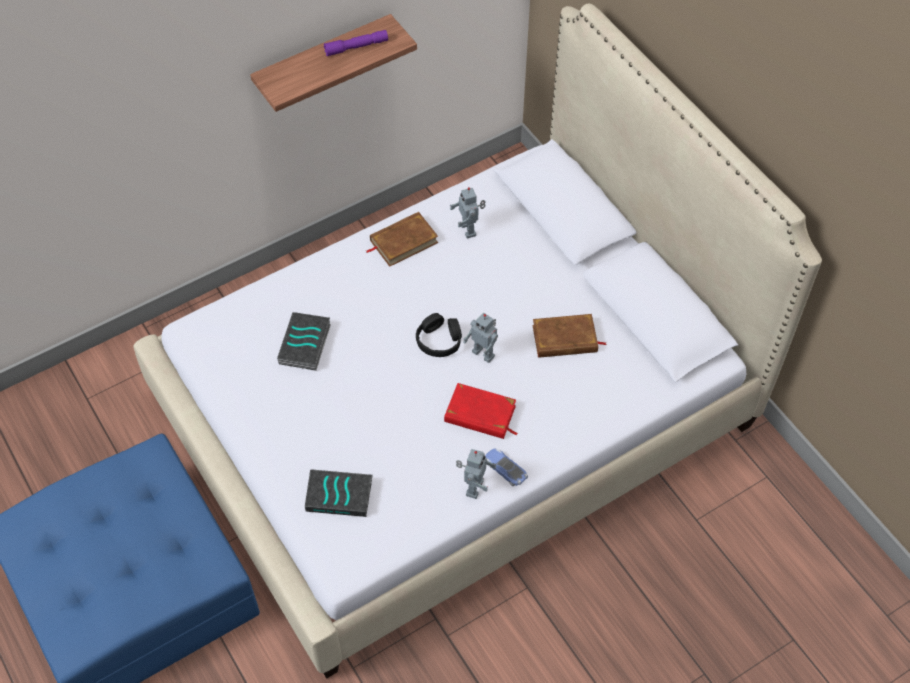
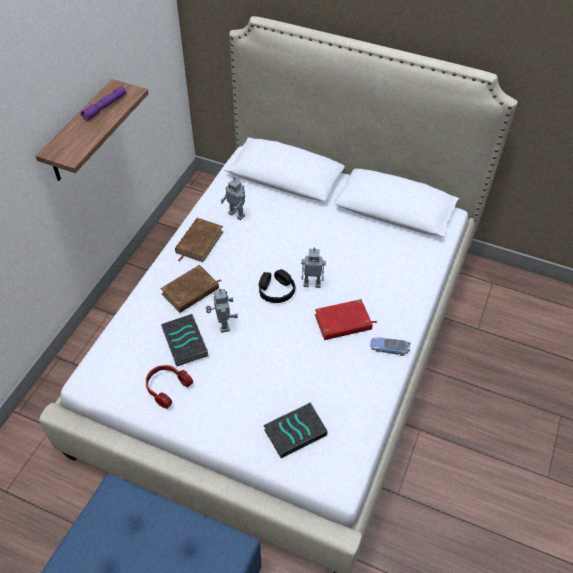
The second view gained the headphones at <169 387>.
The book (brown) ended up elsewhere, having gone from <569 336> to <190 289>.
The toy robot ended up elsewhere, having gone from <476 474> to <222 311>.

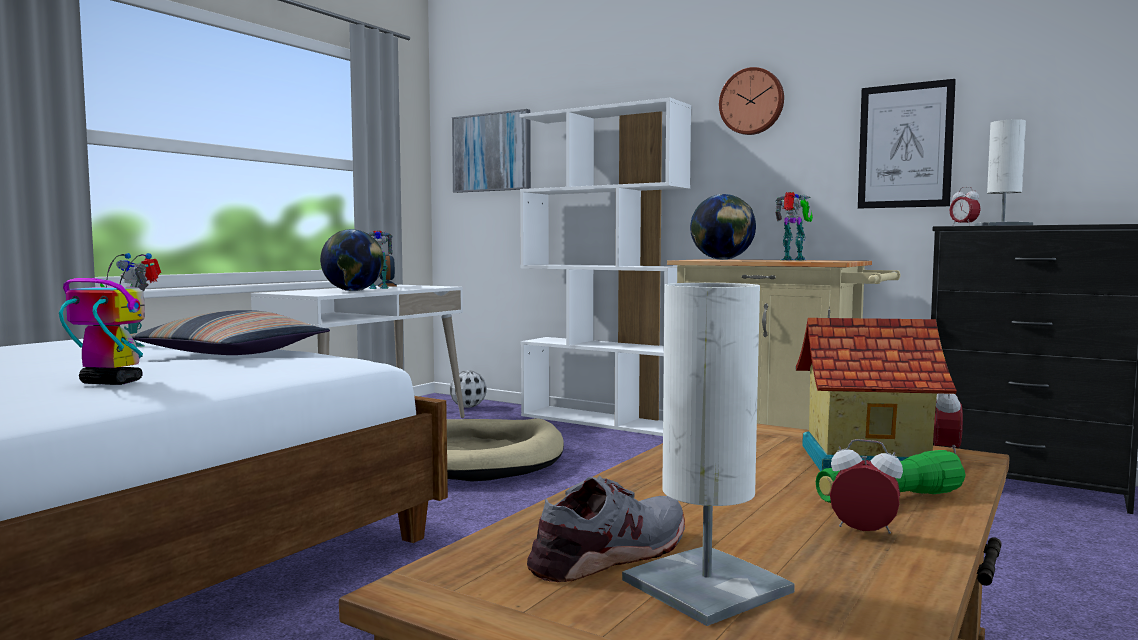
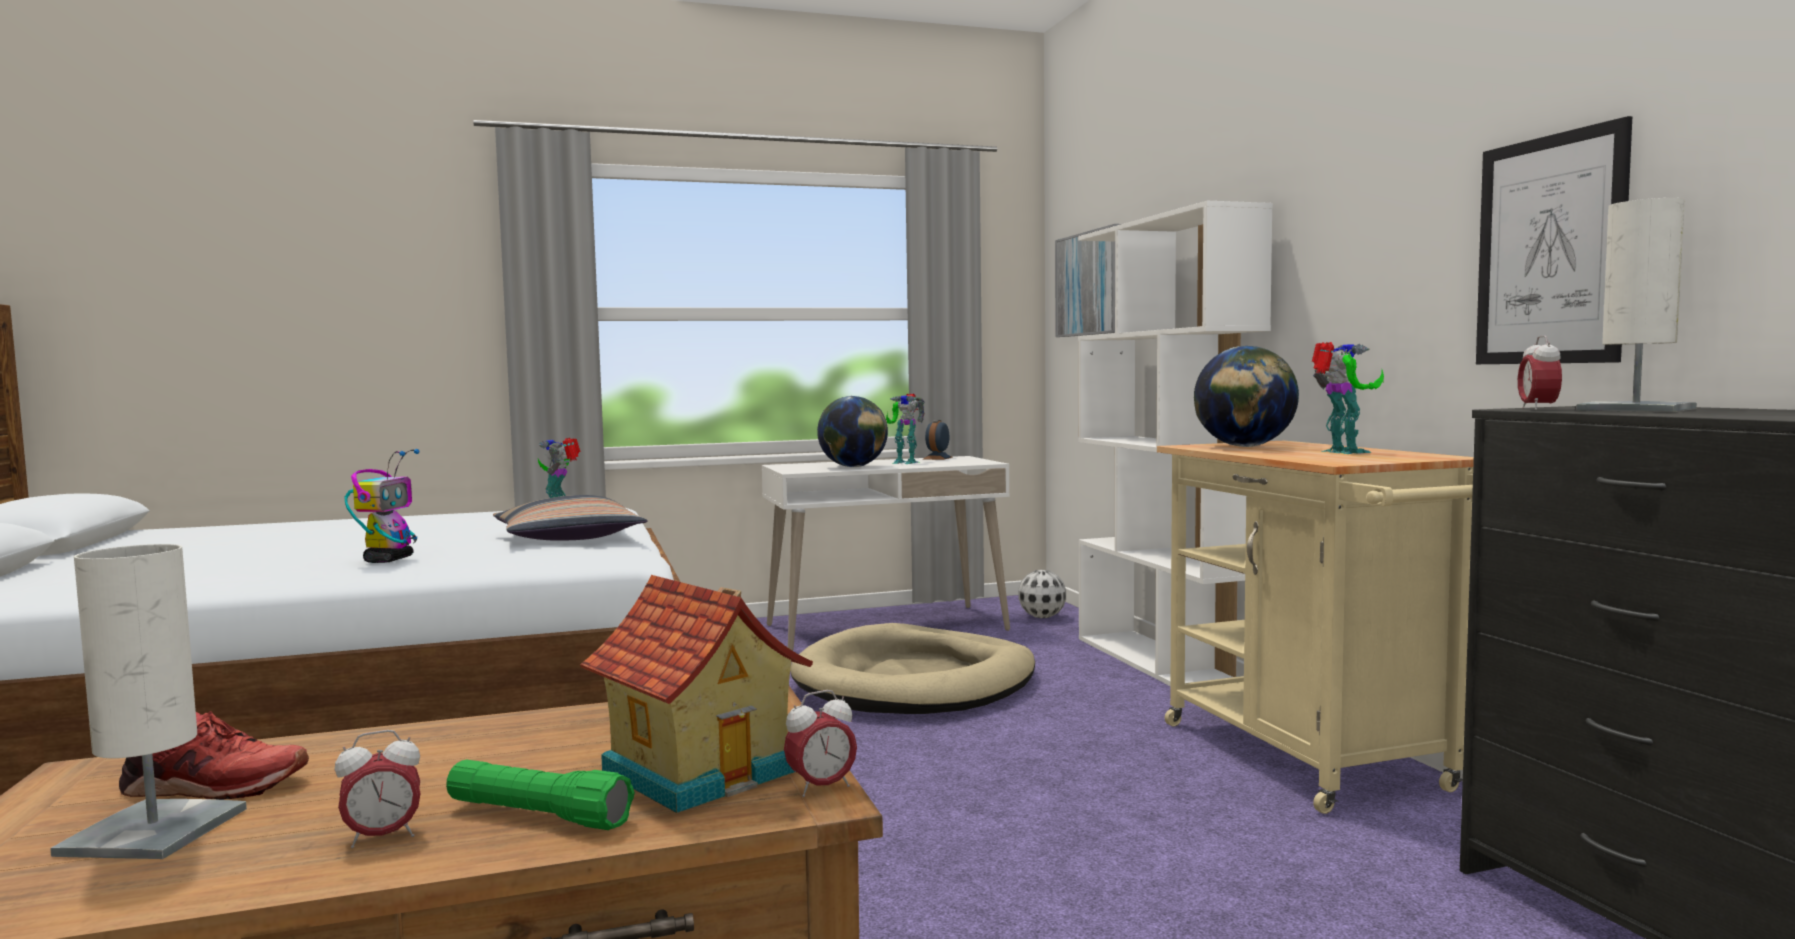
What was the shoe (grey) at <606 528> turned into the shoe (red) at <214 755>.
The alarm clock at <866 486> ended up facing another way, 90 degrees clockwise from before.
The toy robot at <105 319> ended up facing another way, 45 degrees clockwise from before.
The second view lost the wall clock at <751 101>.

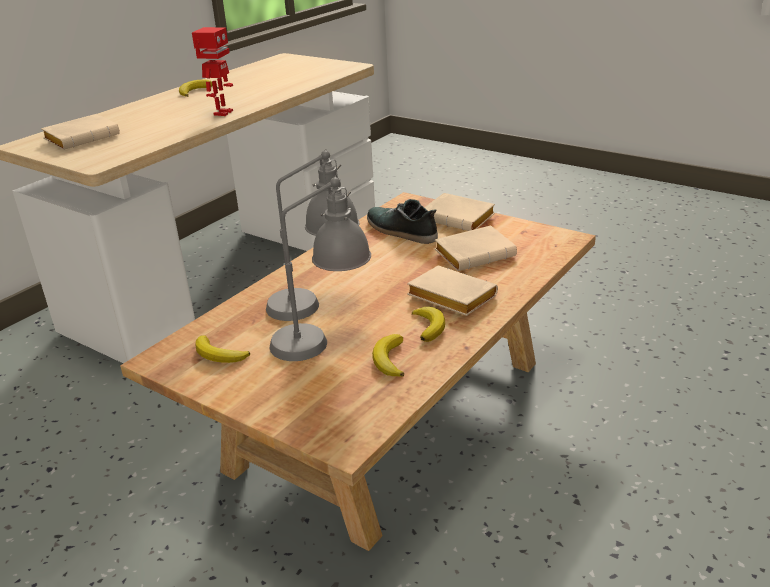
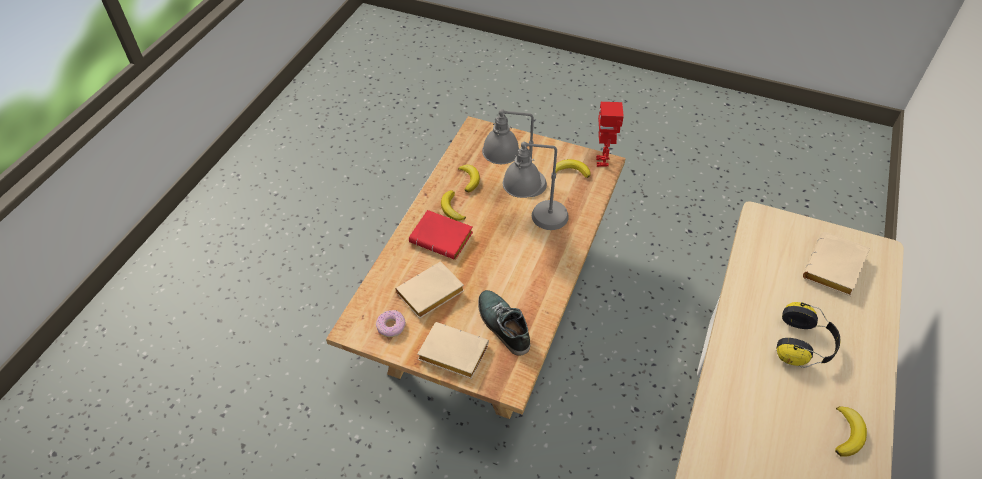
The second view gained the donut at <391 323>.
What was the book (beige) at <452 291> turned into the book (red) at <441 235>.
The shoe at <402 221> ended up facing another way, 150 degrees counterclockwise from before.
The toy robot ended up elsewhere, having gone from <212 71> to <610 134>.
The second view gained the headphones at <808 335>.

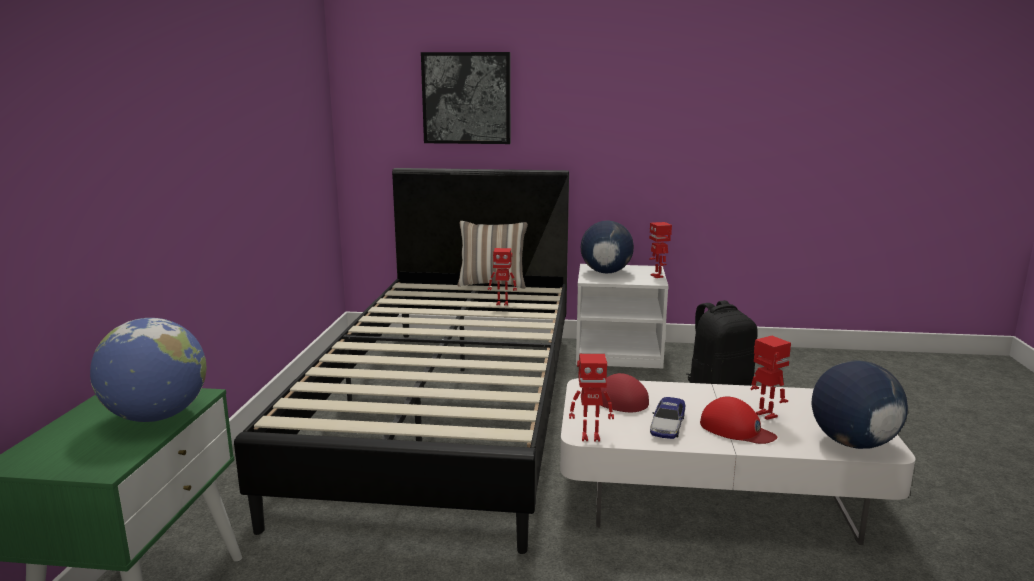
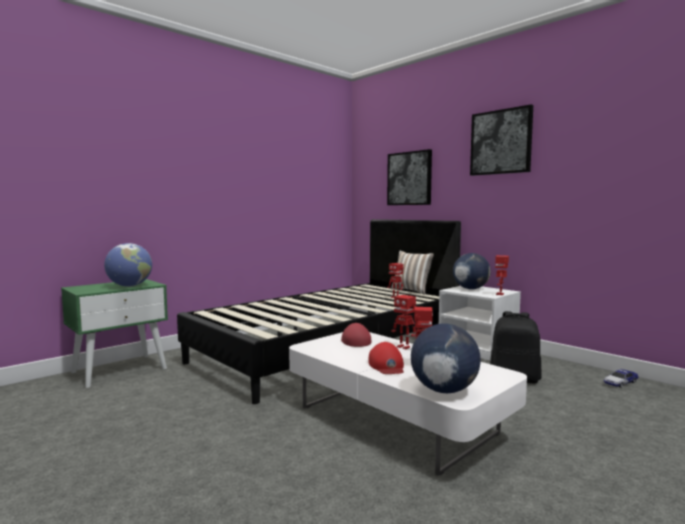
The toy robot ended up elsewhere, having gone from <591 397> to <403 322>.
The second view gained the picture at <501 140>.
The toy car ended up elsewhere, having gone from <667 418> to <621 378>.

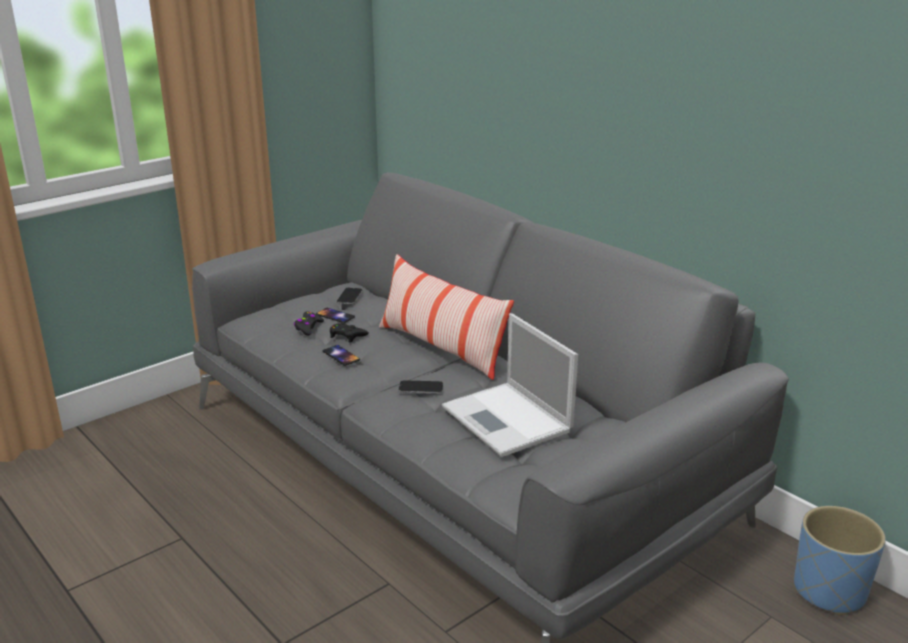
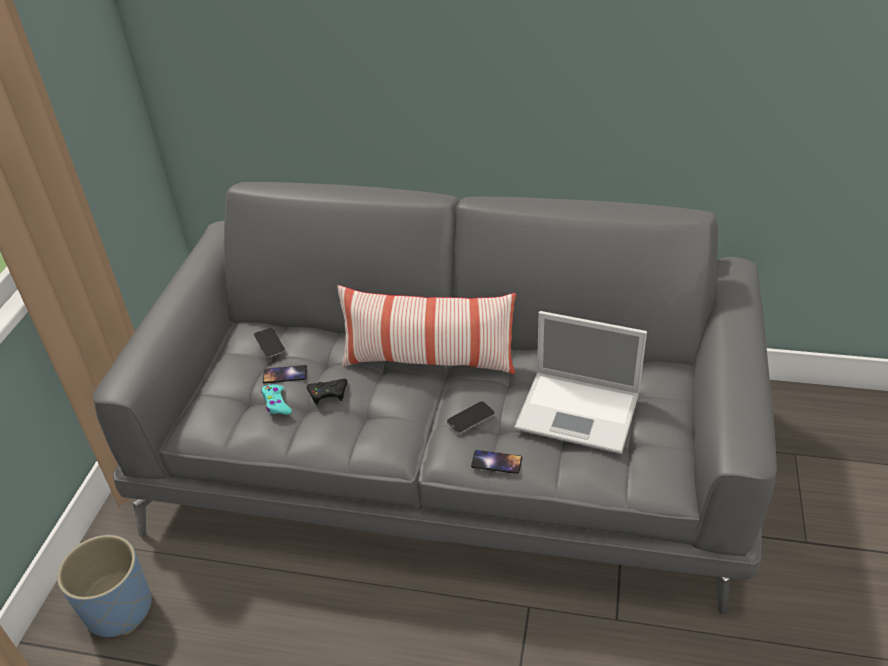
The planter (blue) ended up elsewhere, having gone from <840 560> to <104 586>.
What was the game controller (black) at <309 323> turned into the game controller (turquoise) at <276 400>.
The phone ended up elsewhere, having gone from <341 355> to <496 462>.

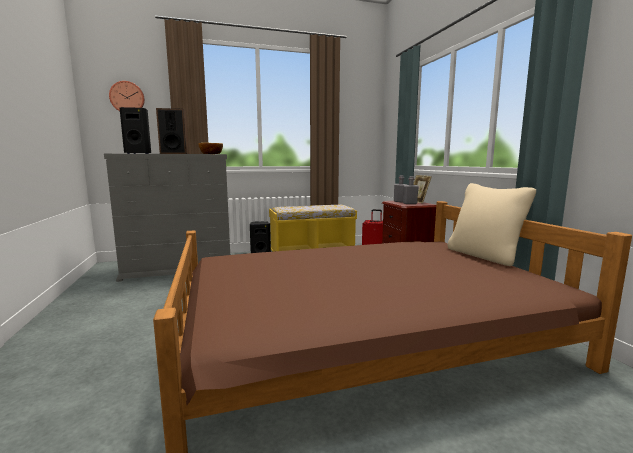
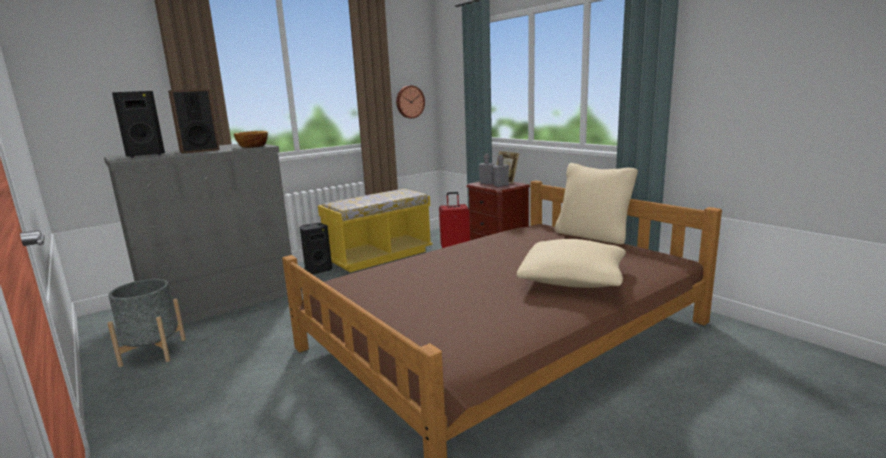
The second view gained the planter (grey) at <146 323>.
The wall clock ended up elsewhere, having gone from <127 96> to <410 101>.
The second view gained the pillow (beige) at <571 263>.

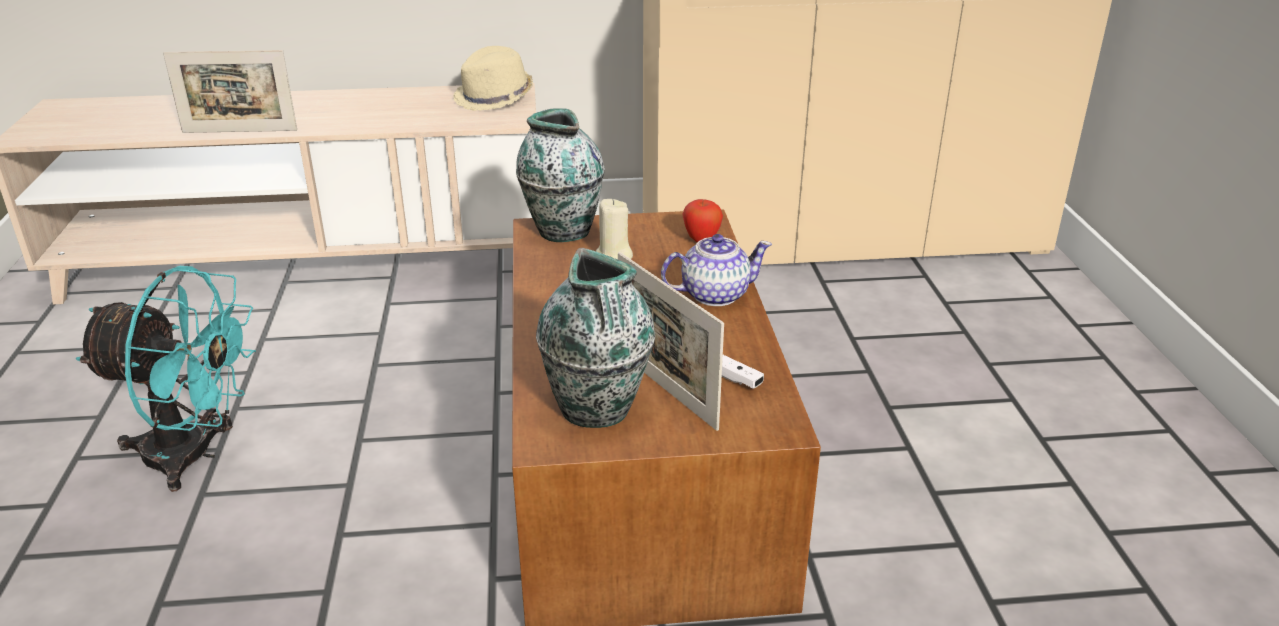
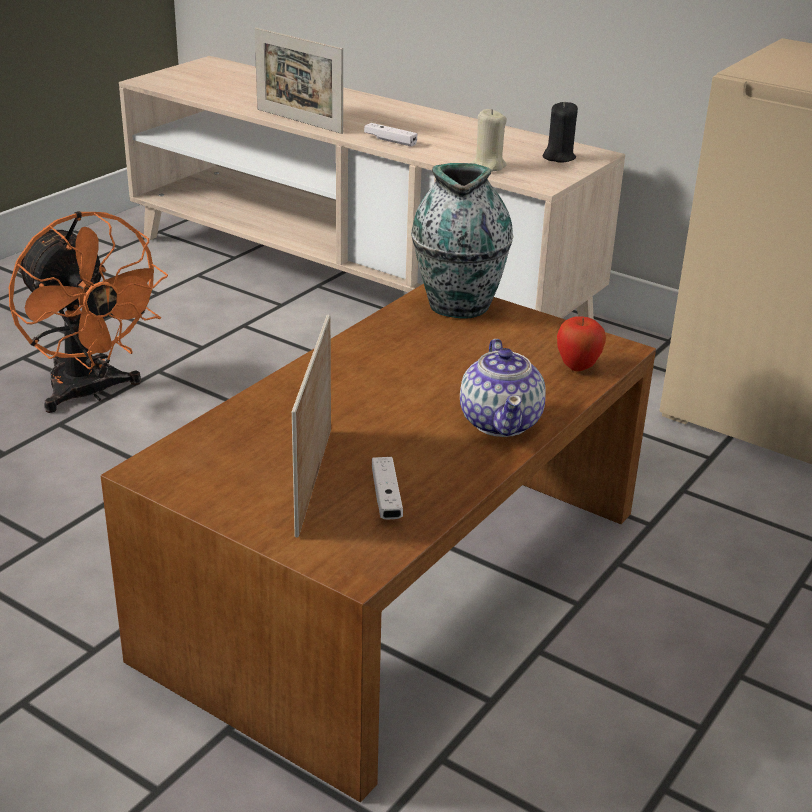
What was the fan (turquoise) at <166 379> turned into the fan (orange) at <88 312>.
The second view gained the game controller (white) at <390 135>.
The teapot at <716 270> ended up facing another way, 60 degrees clockwise from before.
The candle (beige) ended up elsewhere, having gone from <614 229> to <488 140>.
Where the hat (beige) stood at <493 78>, the candle (black) came to stand at <560 132>.
The second view lost the vase at <595 338>.

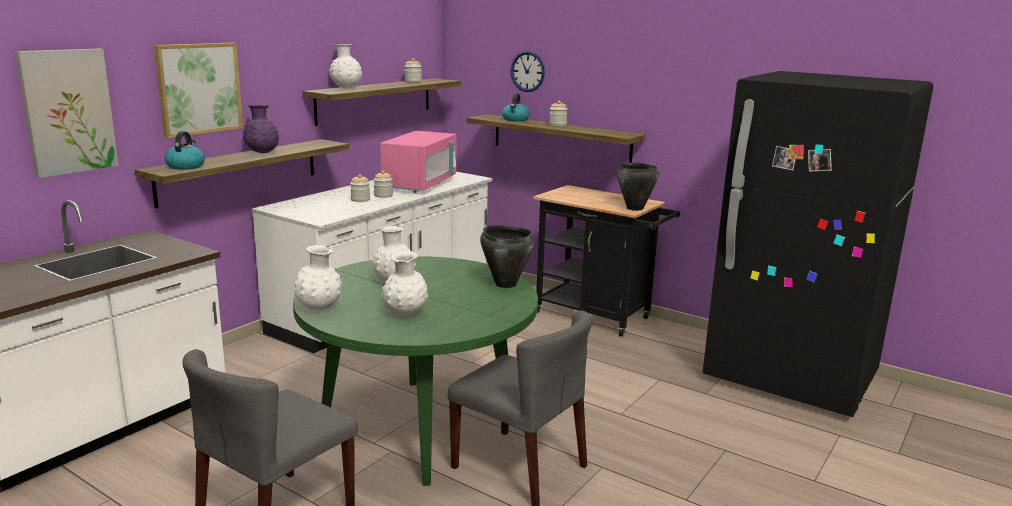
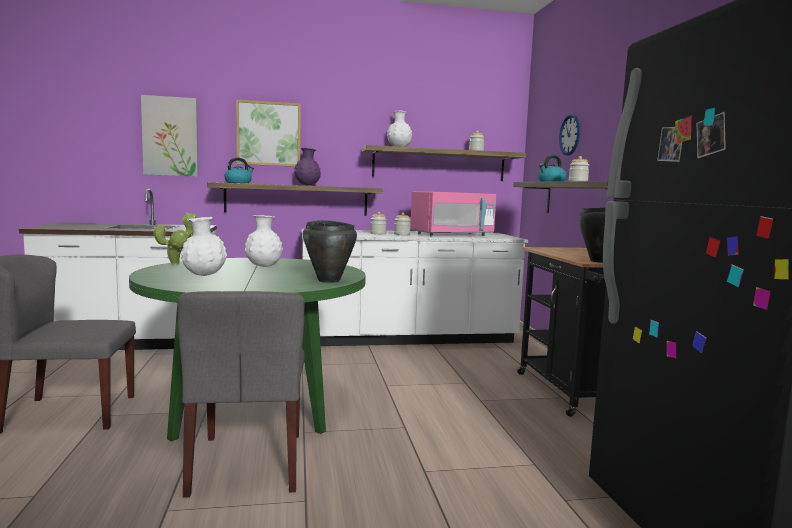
Where the vase (white) stood at <318 277>, the potted plant came to stand at <175 239>.

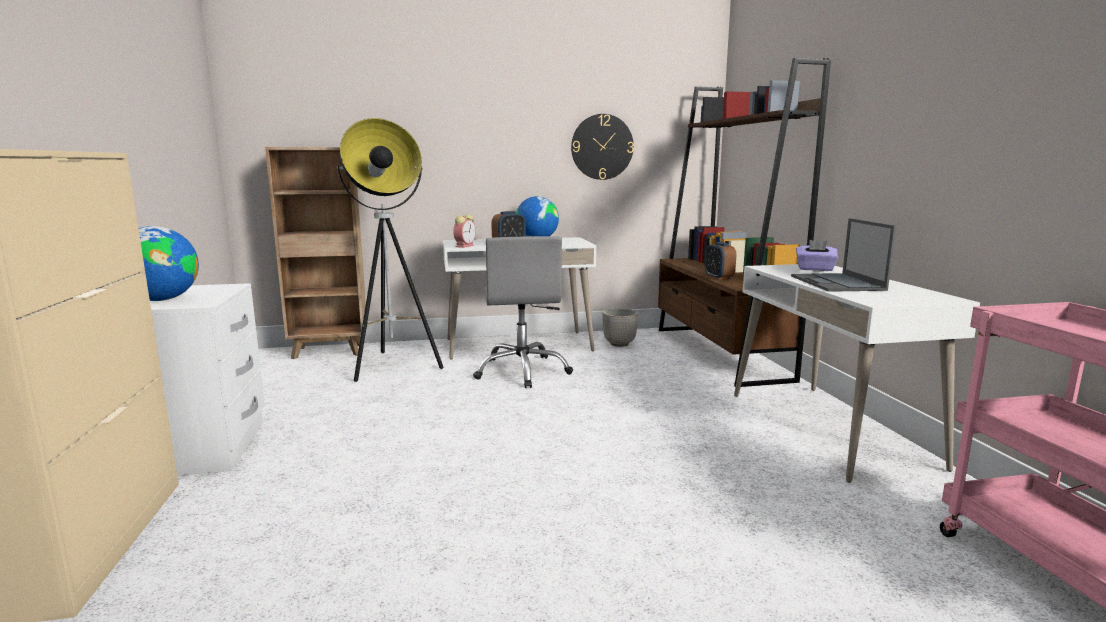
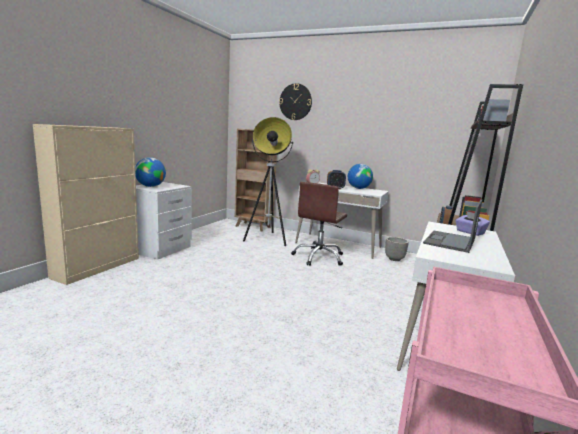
The wall clock ended up elsewhere, having gone from <602 147> to <295 101>.
What was the office chair (grey) at <523 312> turned into the office chair (brown) at <319 224>.

